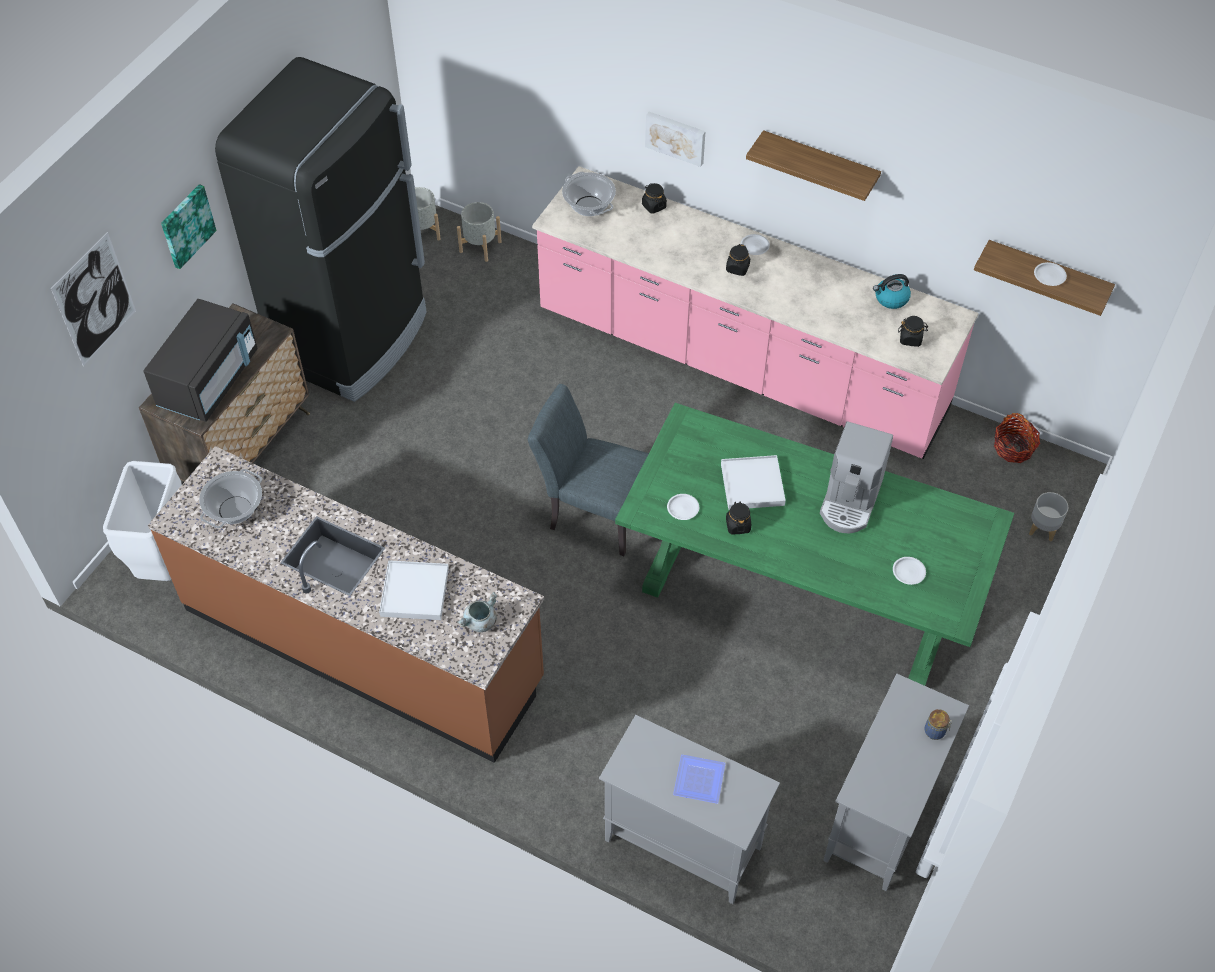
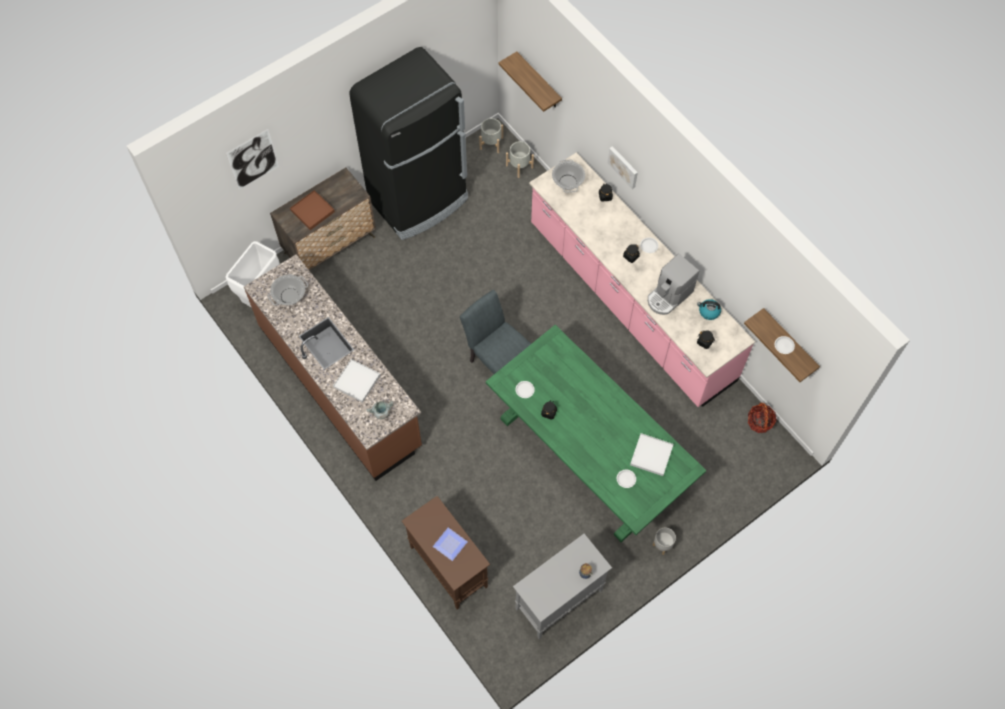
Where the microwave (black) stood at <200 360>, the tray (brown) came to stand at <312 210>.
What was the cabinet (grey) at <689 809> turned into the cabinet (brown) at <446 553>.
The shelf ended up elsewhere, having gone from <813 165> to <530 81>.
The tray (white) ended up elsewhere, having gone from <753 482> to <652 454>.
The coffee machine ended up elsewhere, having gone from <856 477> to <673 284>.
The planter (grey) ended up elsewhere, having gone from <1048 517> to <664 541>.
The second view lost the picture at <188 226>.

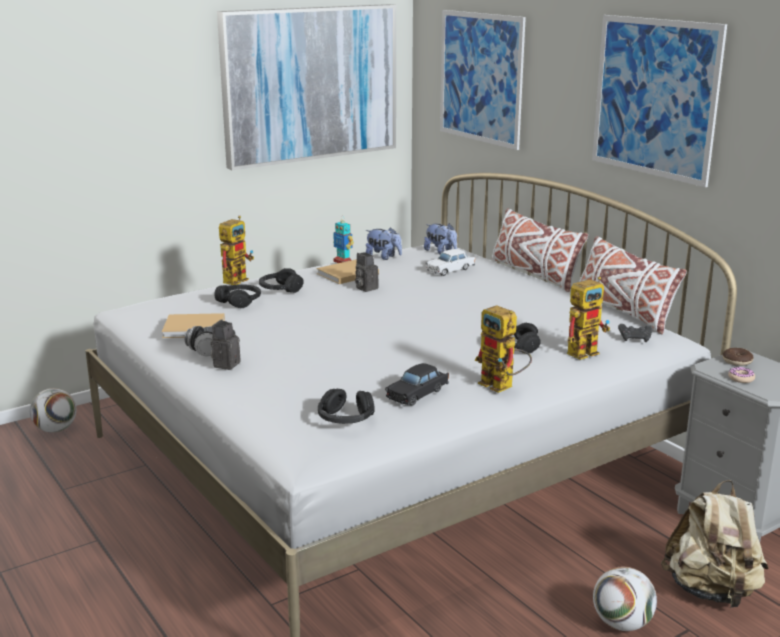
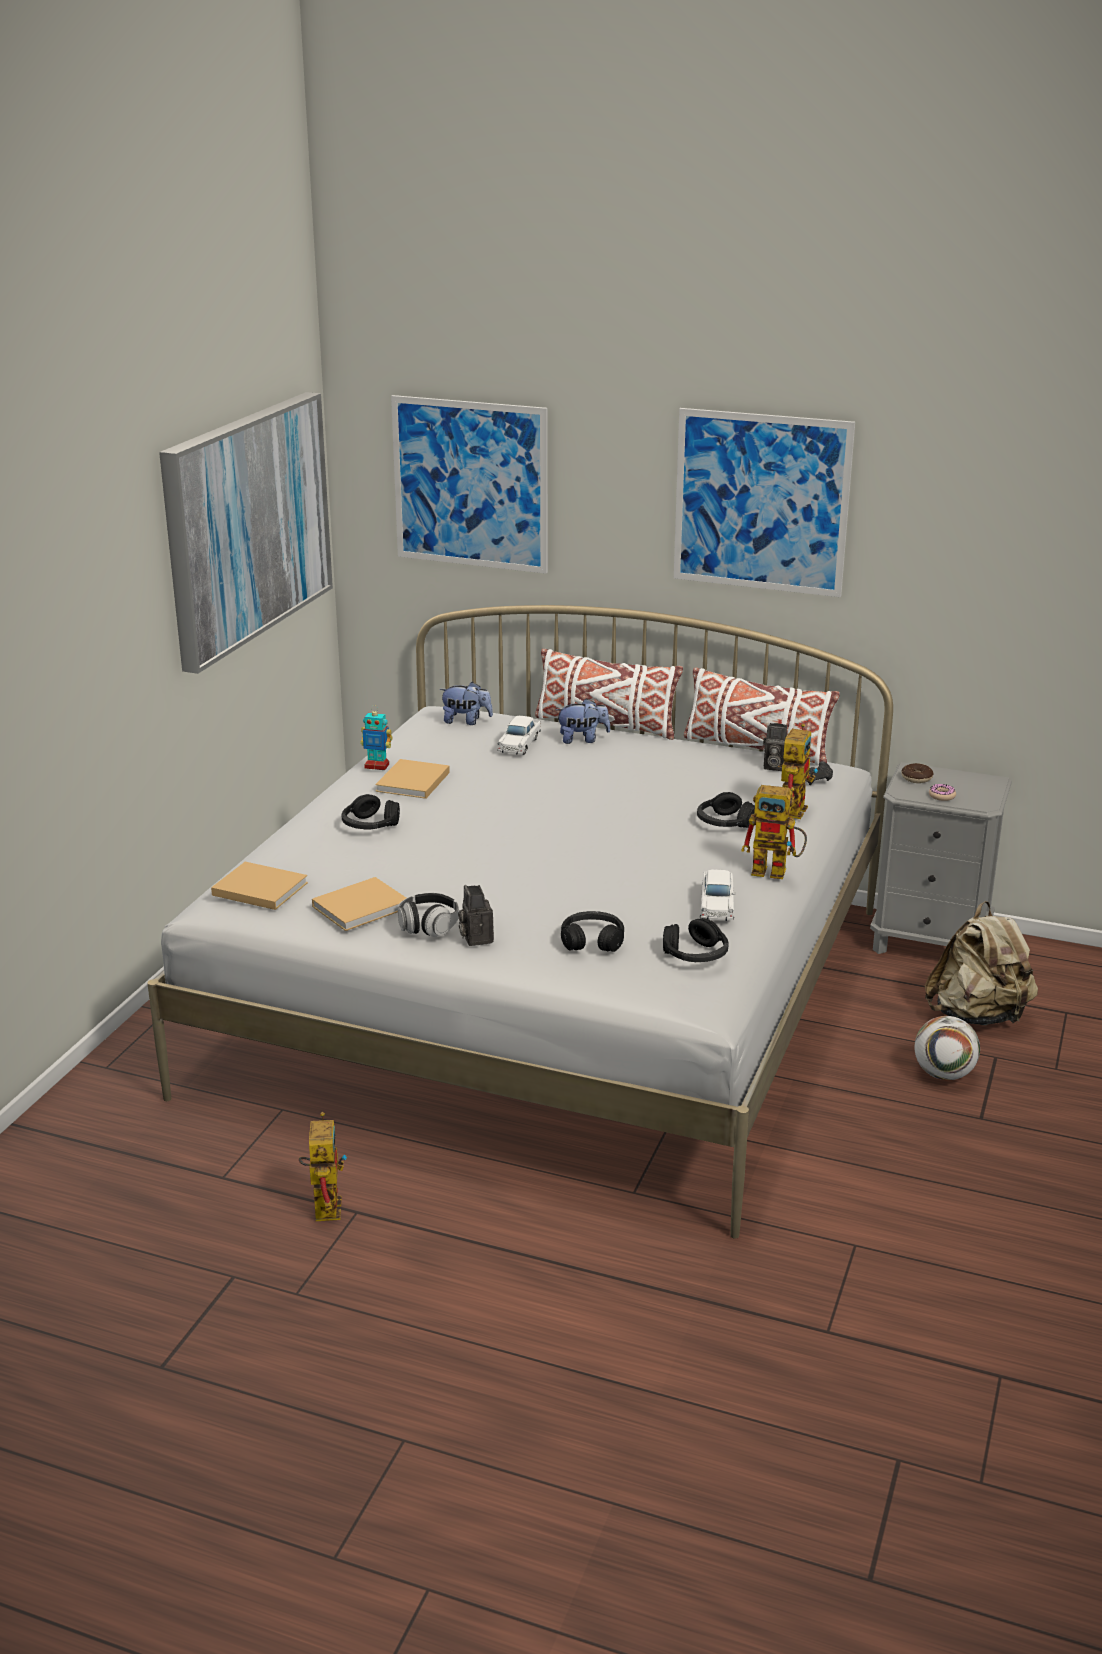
The second view gained the book (beige) at <259 886>.
The toy robot ended up elsewhere, having gone from <236 250> to <323 1166>.
The plush toy ended up elsewhere, having gone from <384 243> to <582 721>.
The headphones (black) ended up elsewhere, having gone from <238 296> to <592 931>.
What was the toy car (black) at <417 384> turned into the toy car (white) at <717 895>.
The photo camera ended up elsewhere, having gone from <367 272> to <775 747>.
The second view lost the football at <53 410>.

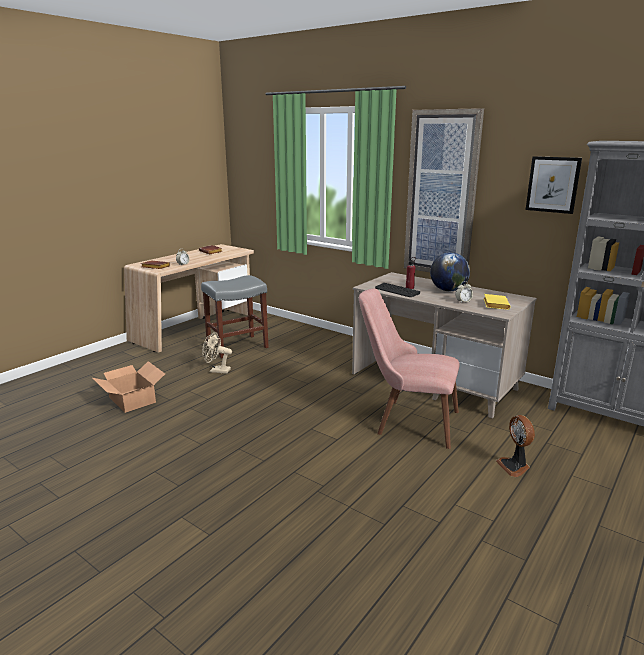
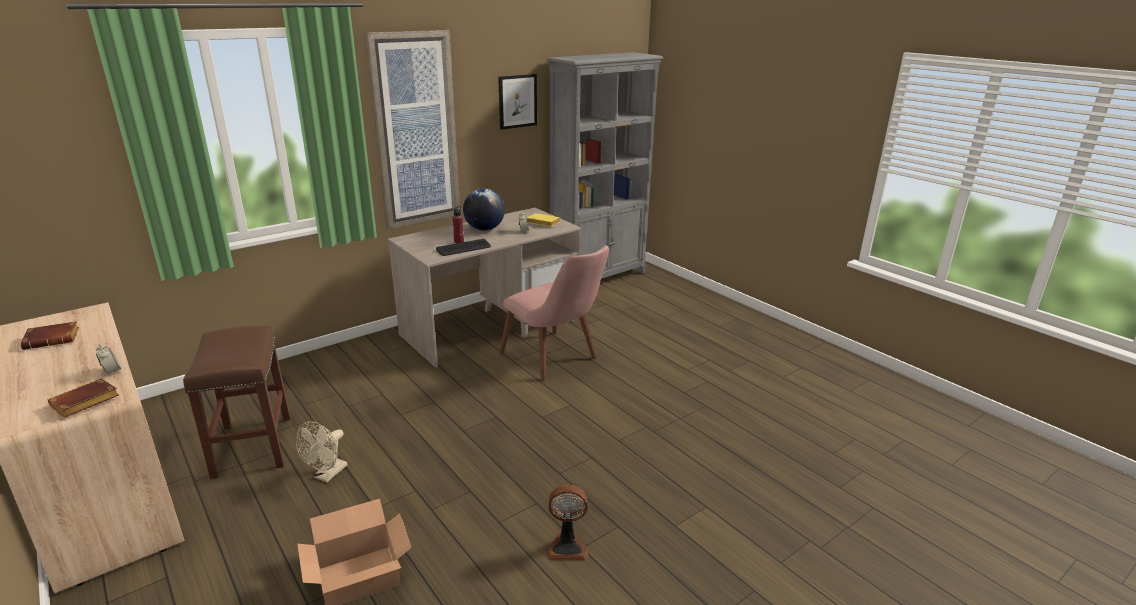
What was the stool (grey) at <235 316> turned into the stool (brown) at <237 402>.
The chair (pink) at <409 368> ended up facing another way, 75 degrees counterclockwise from before.
The fan ended up elsewhere, having gone from <515 446> to <567 522>.

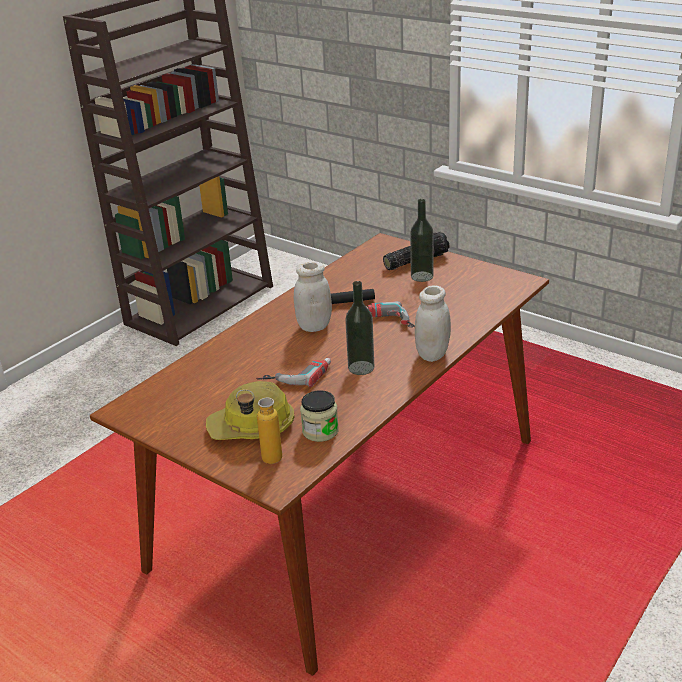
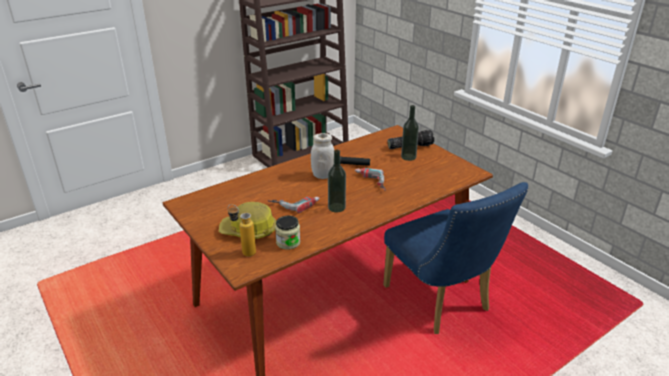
The second view gained the chair (blue) at <456 258>.
The second view lost the jar (white) at <433 323>.

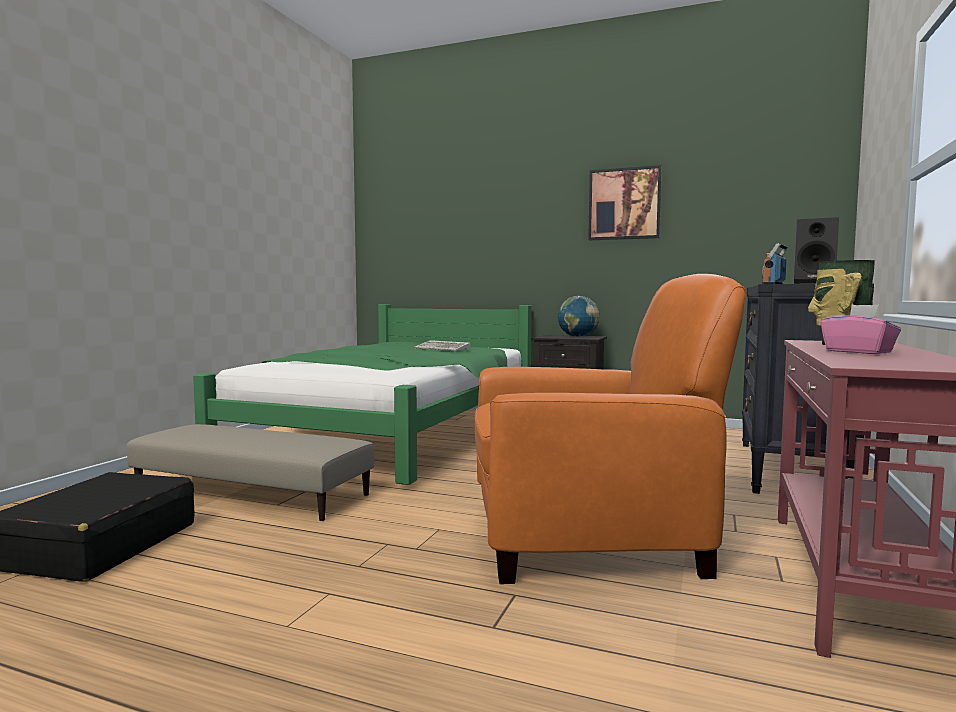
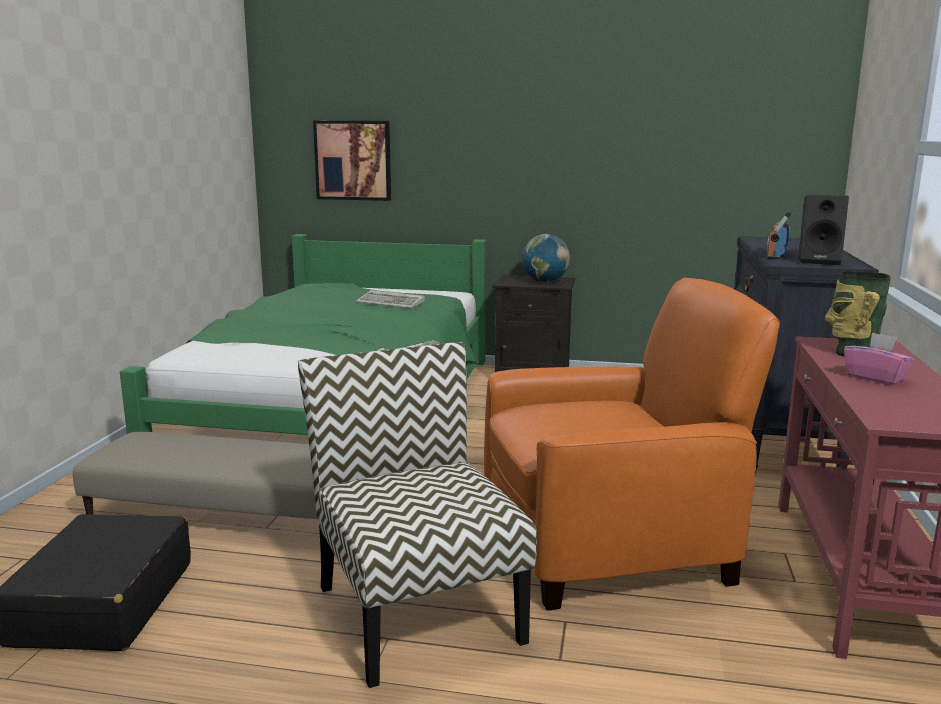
The second view gained the chair at <417 515>.
The picture ended up elsewhere, having gone from <625 202> to <352 161>.

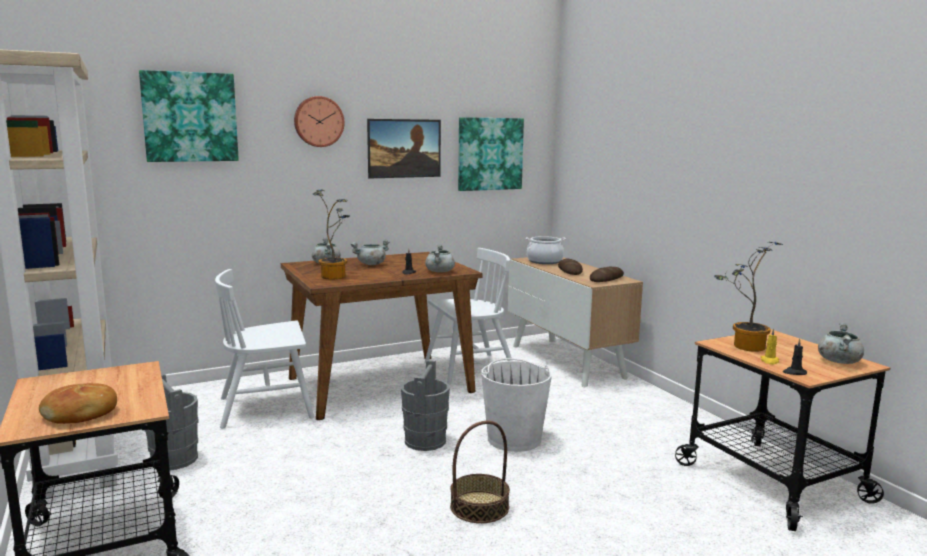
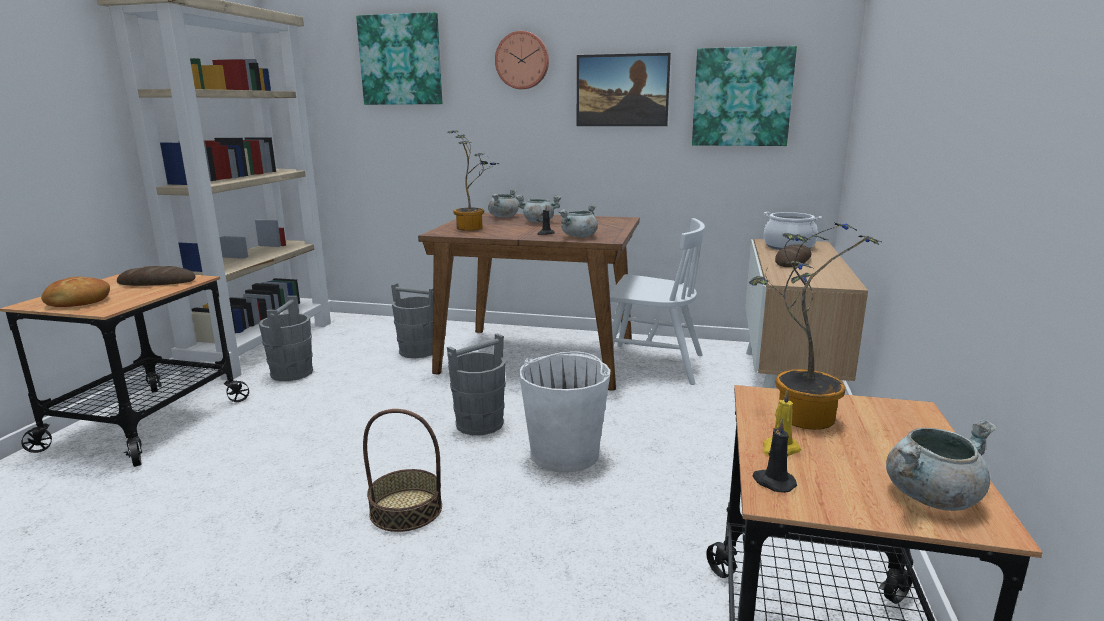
The bread ended up elsewhere, having gone from <607 274> to <156 276>.
Where the chair (white) stood at <264 349>, the bucket (grey) came to stand at <412 320>.

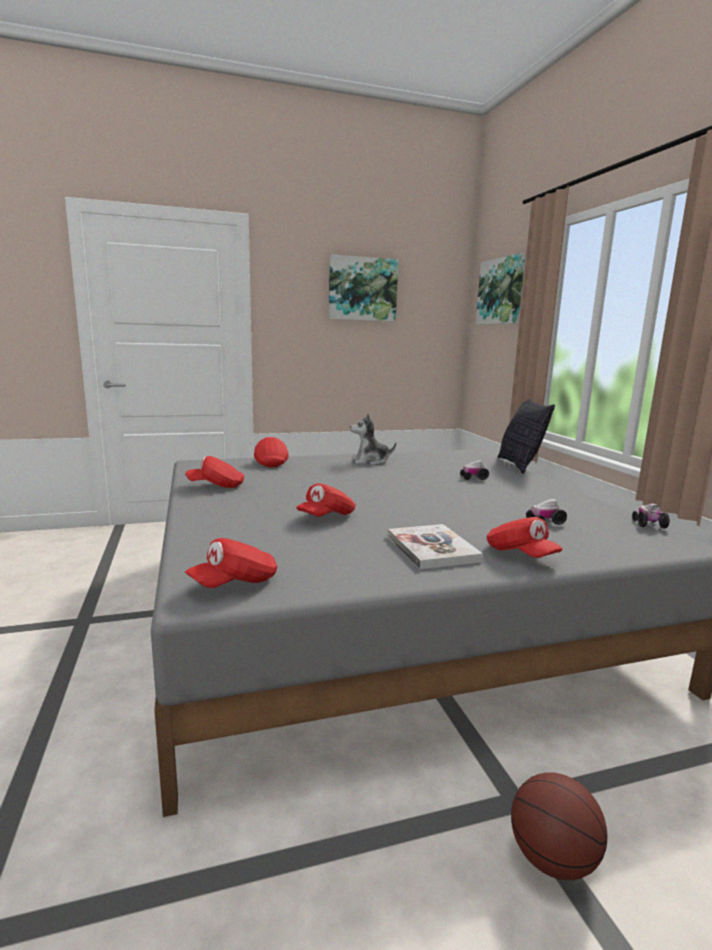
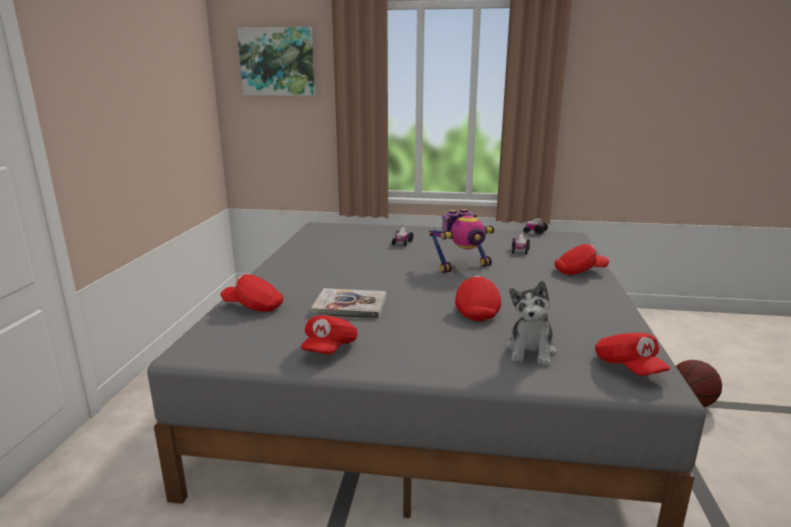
The book ended up elsewhere, having gone from <435 546> to <348 303>.
The second view gained the toy robot at <461 241>.
The cap (red) at <325 500> ended up facing another way, 150 degrees counterclockwise from before.
The plush toy ended up elsewhere, having gone from <373 439> to <531 323>.
The second view lost the picture at <363 288>.
The second view lost the pillow at <526 436>.

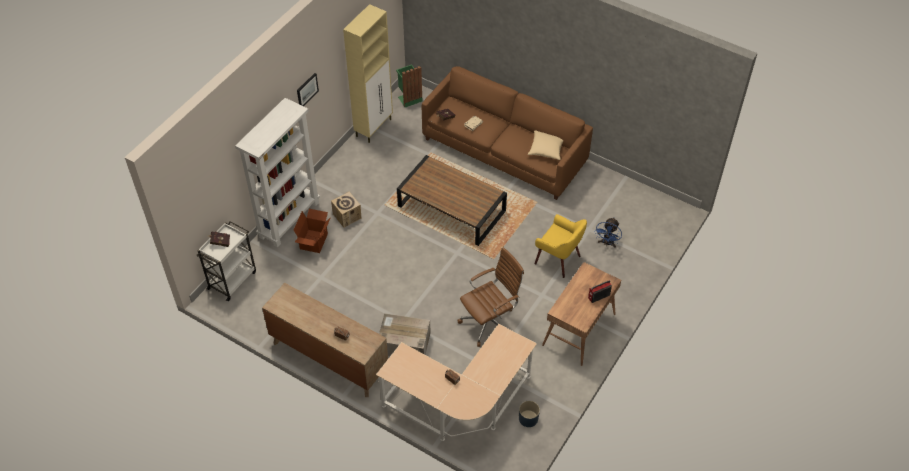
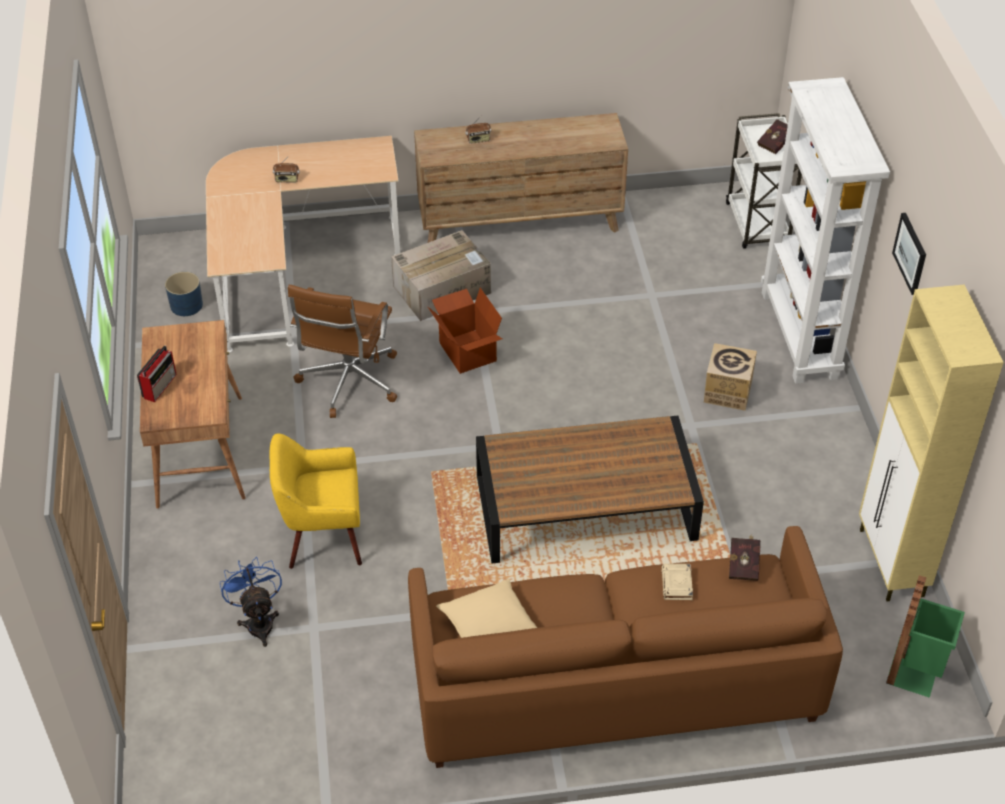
The cardboard box ended up elsewhere, having gone from <312 231> to <465 331>.

